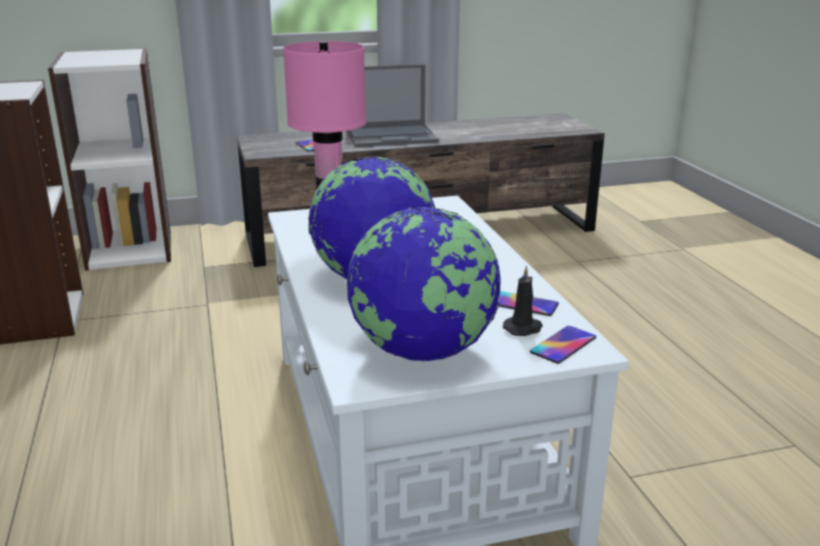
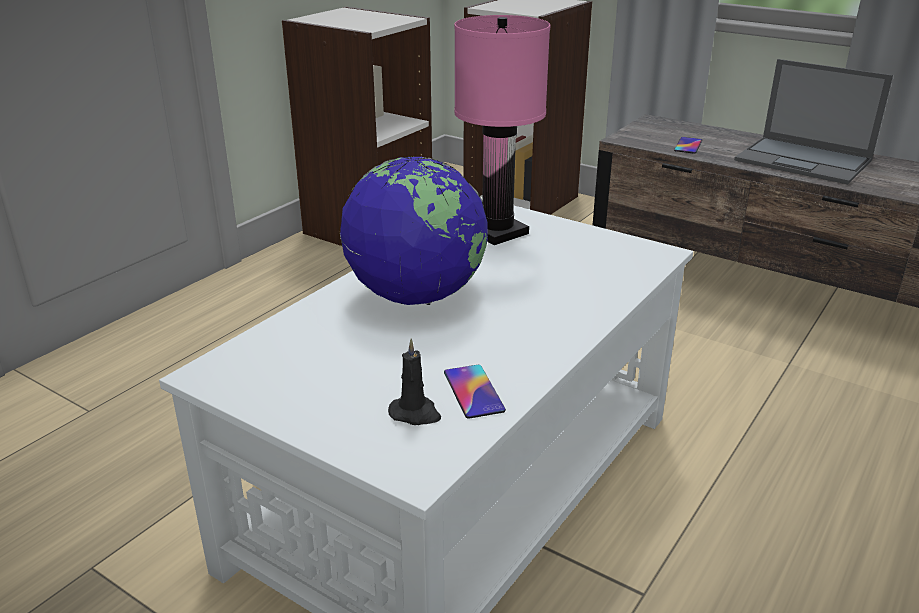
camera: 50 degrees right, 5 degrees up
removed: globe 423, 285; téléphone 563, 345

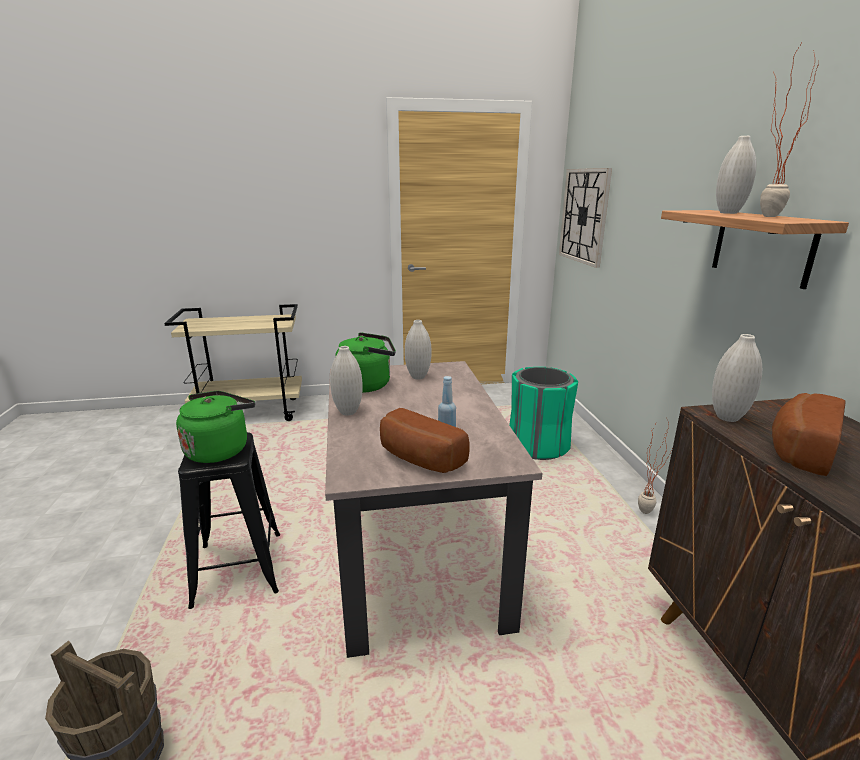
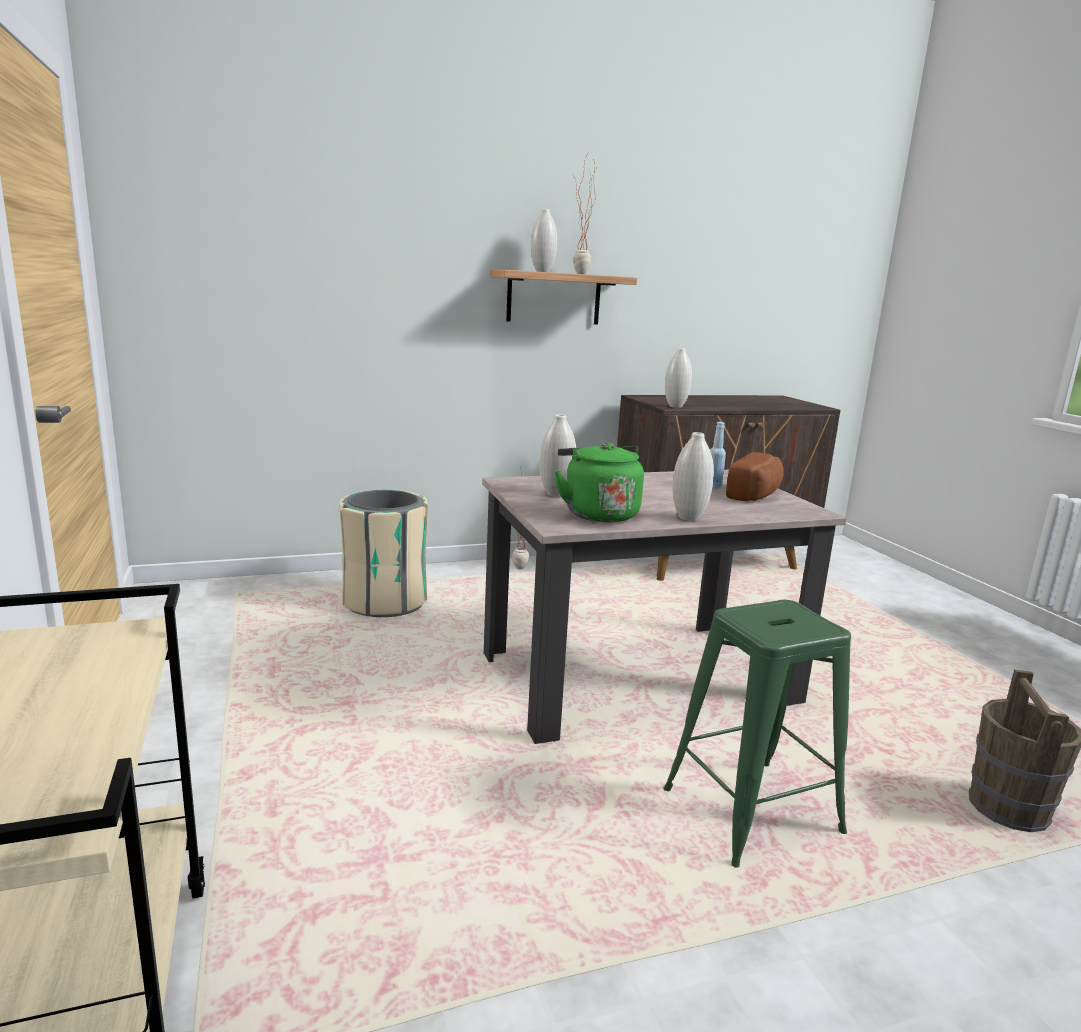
camera: 100 degrees left, 5 degrees down
removed: bouilloire [vert] 215, 427; horloge murale 585, 218; pain 808, 434
recoloured: tabouret [noir] 229, 520 to tabouret [vert] 757, 734; poubelle [vert] 543, 413 to poubelle [beige] 383, 553

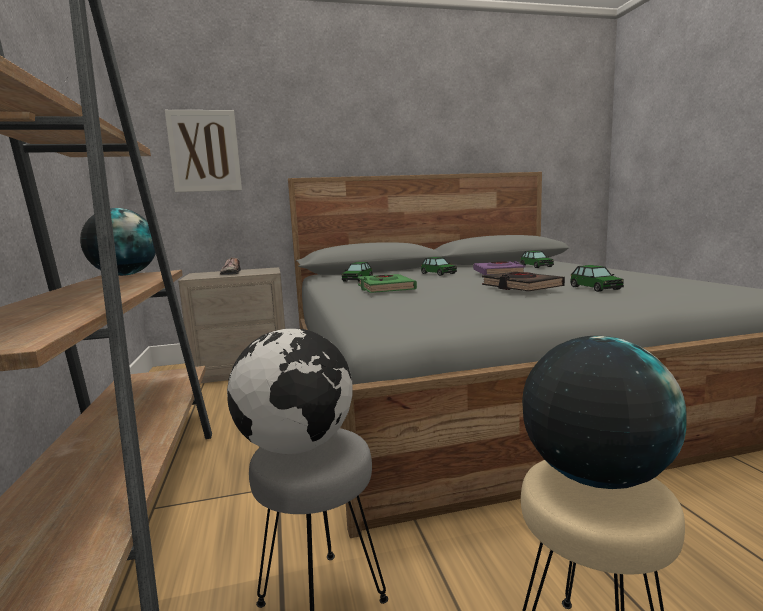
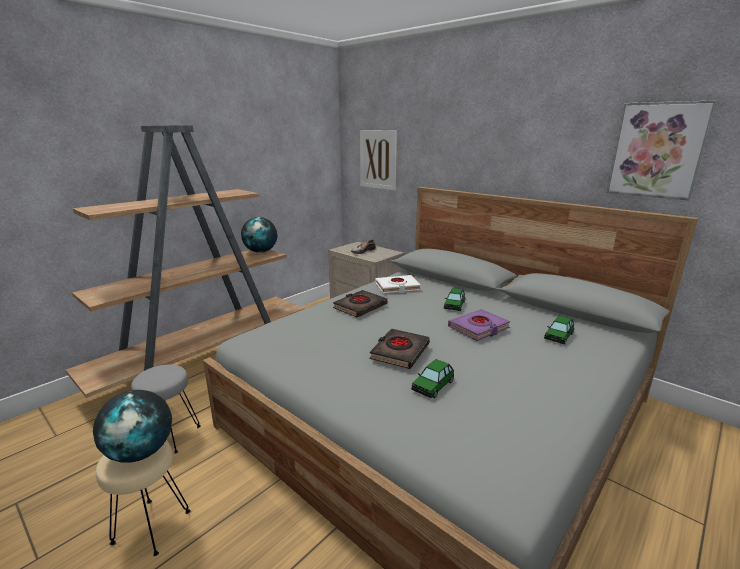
camera: 55 degrees right, 10 degrees up
removed: globe 290, 391
added: tableau 662, 150
replaced: petite voiture 357, 272 to livre [blanc] 398, 284
recoloured: livre [vert] 387, 283 to livre [noir] 360, 303

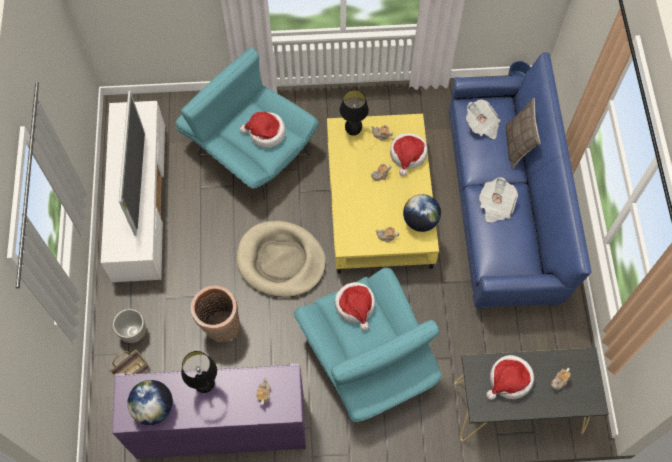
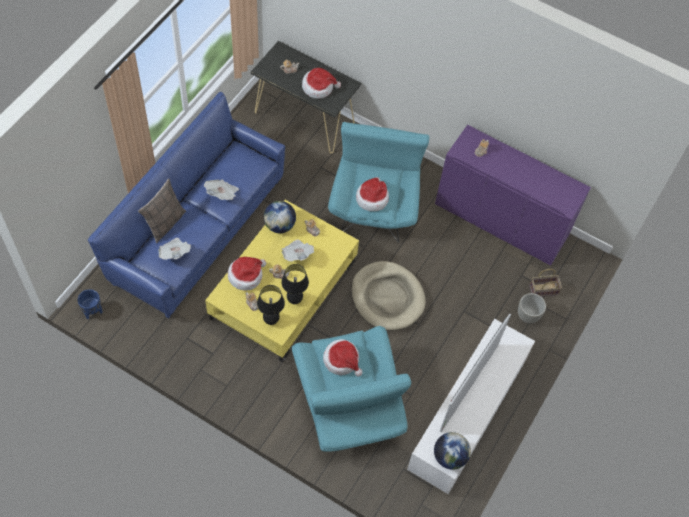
camera: 150 degrees left, 5 degrees down
removed: panier 215, 314
added: journal 298, 250
moved: globe 150, 402 to 452, 451; lampe de table [noir] 199, 372 to 295, 284

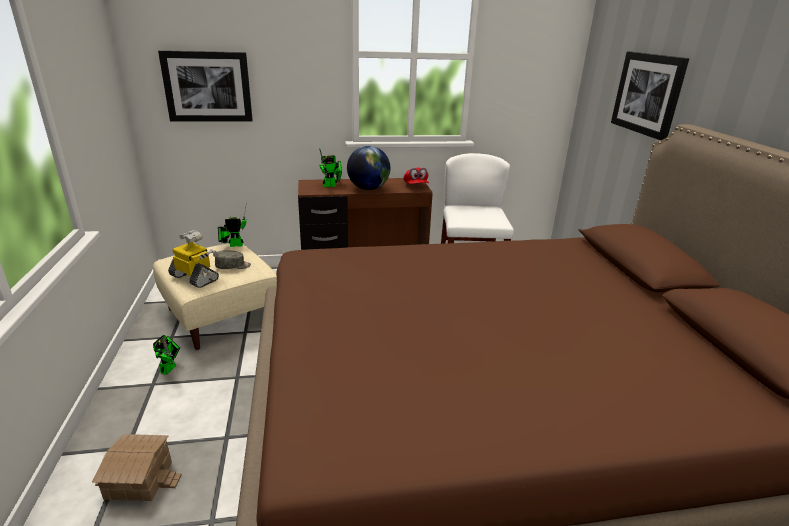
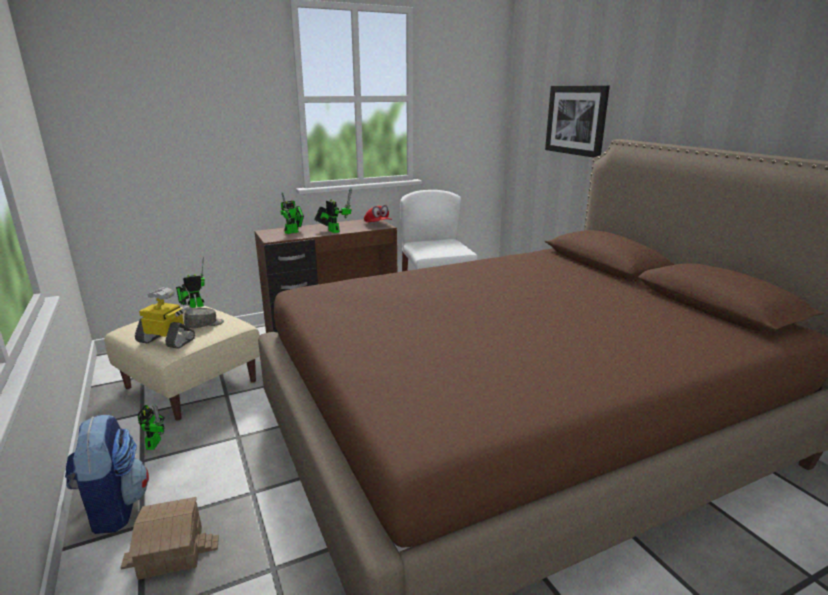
camera: 15 degrees left, 5 degrees down
removed: tableau 205, 86
added: sac à dos 107, 474
replaced: globe 368, 168 to robot jouet 333, 210

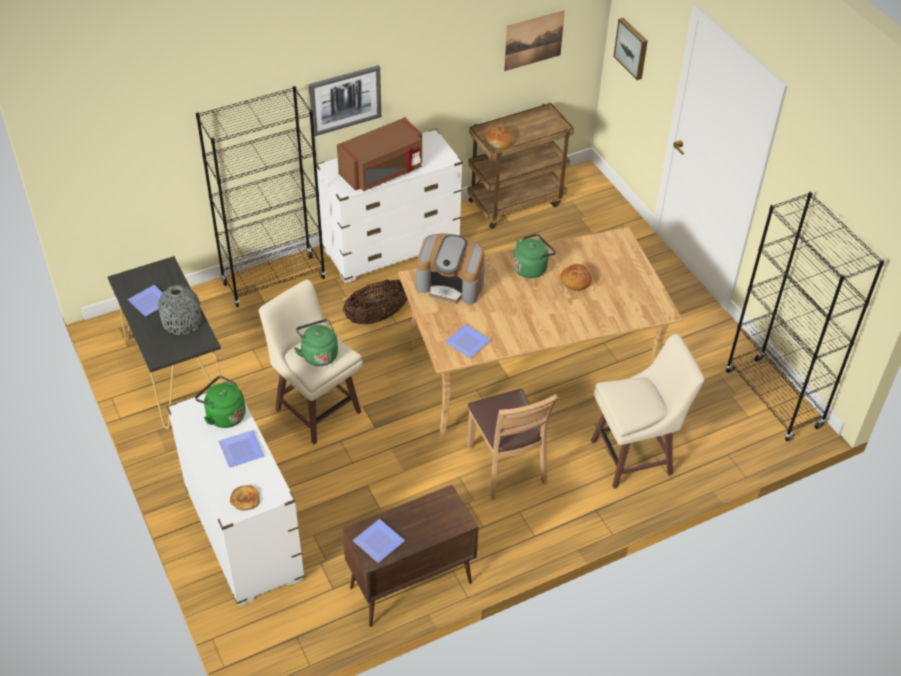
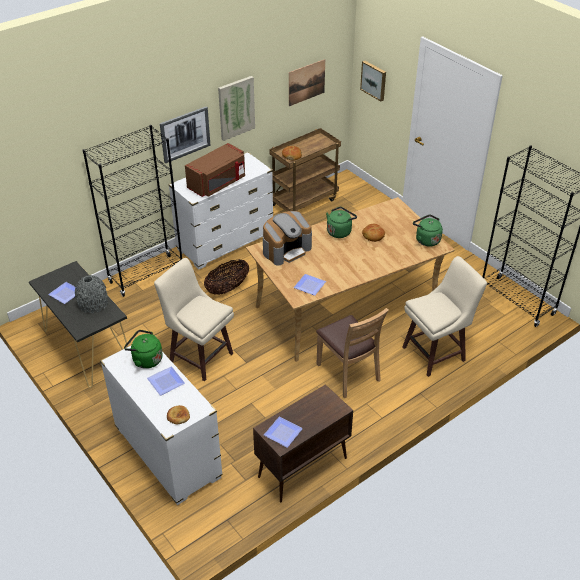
camera: 10 degrees left, 5 degrees down
added: tableau 236, 108
moved: bouilloire [vert] 316, 342 to 428, 231
turned: machine à café 450, 268 = 287, 238 45 degrees counterclockwise

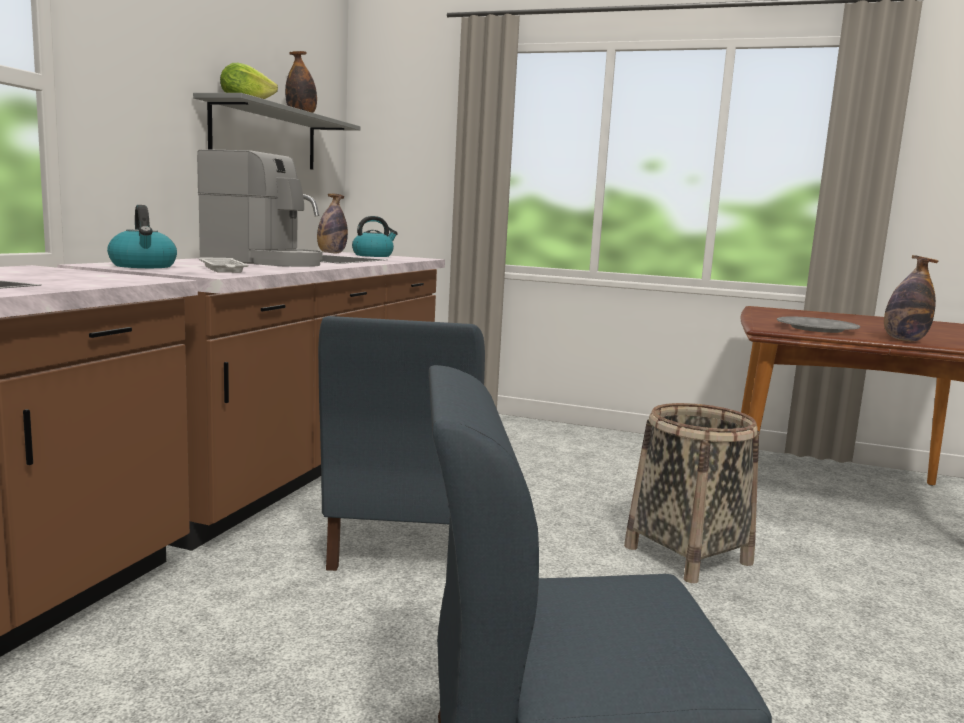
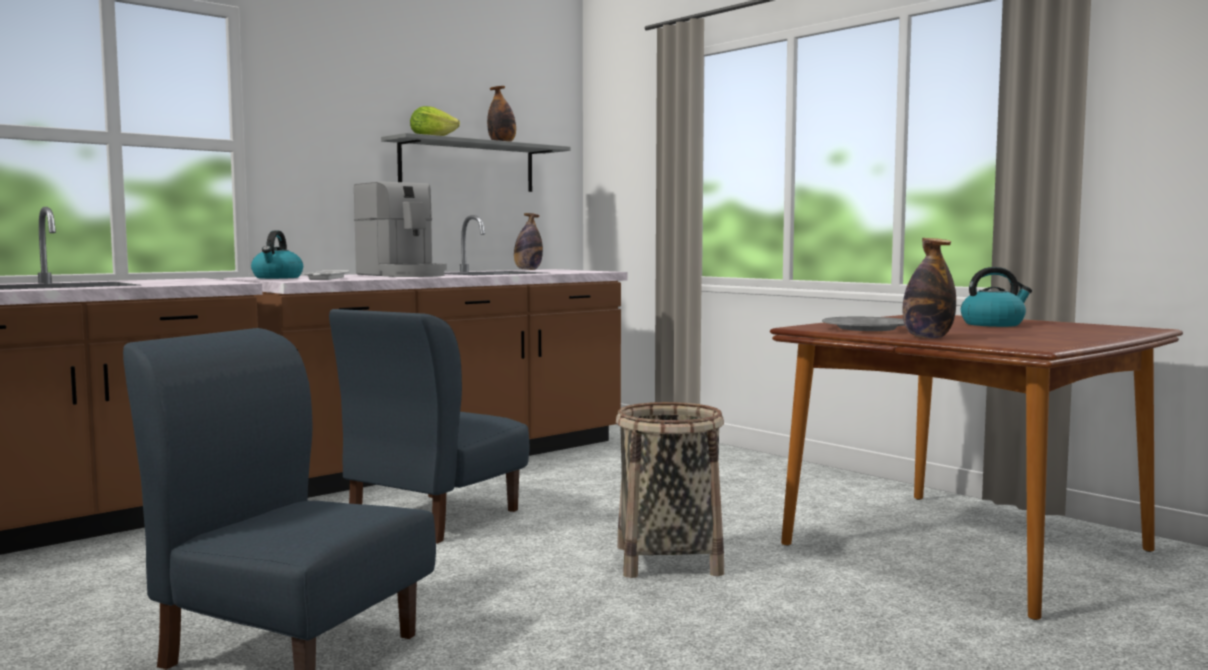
camera: 30 degrees right, 5 degrees down
moved: bouilloire 375, 236 to 996, 297

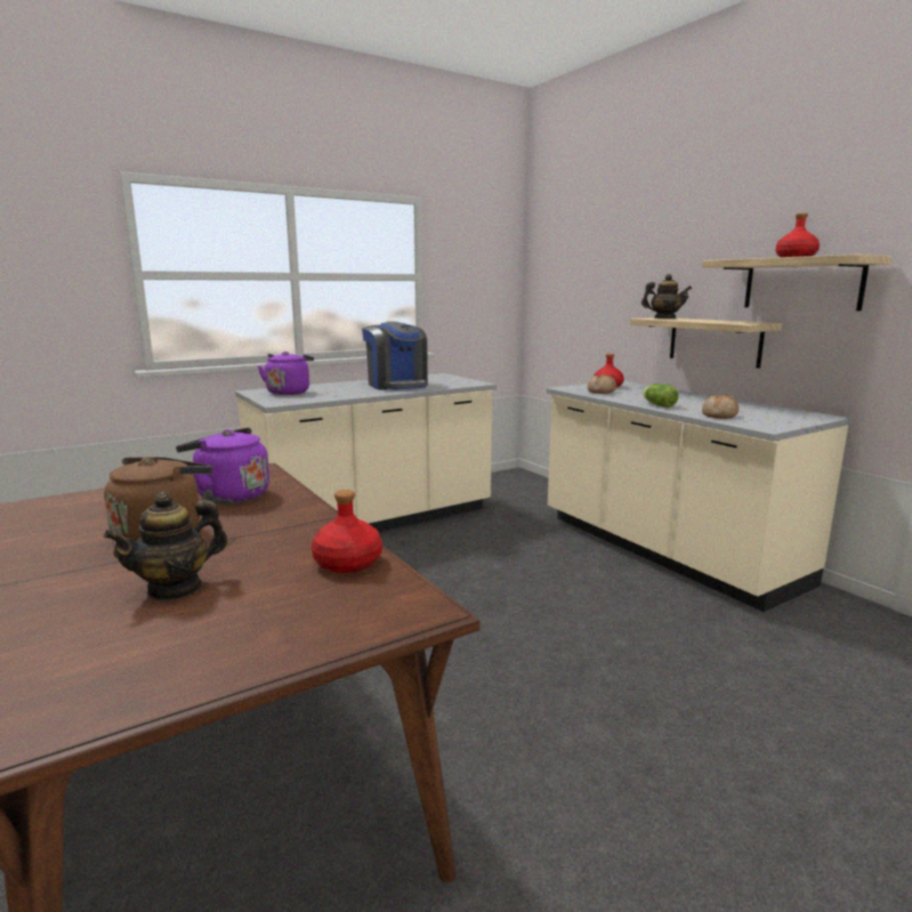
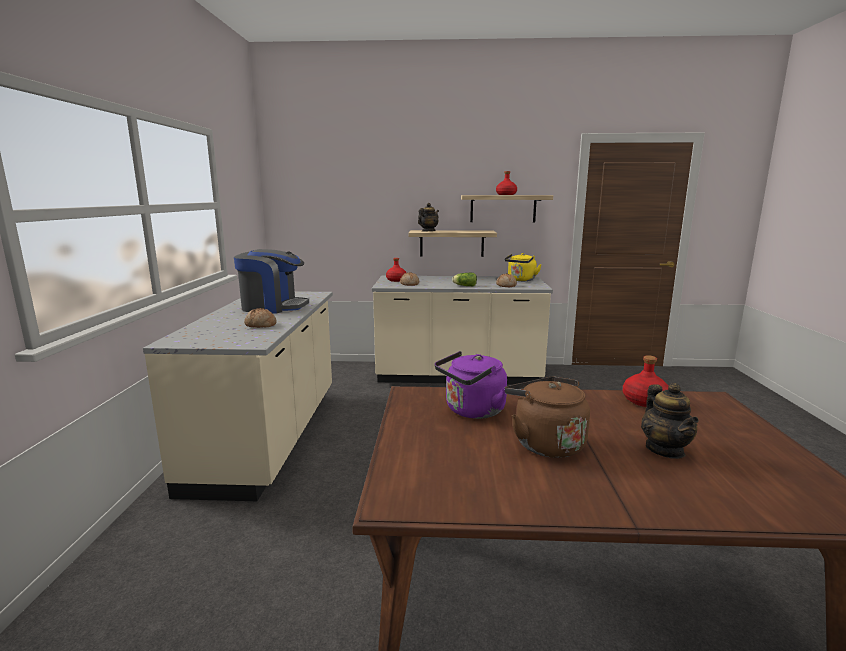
camera: 55 degrees left, 0 degrees up
removed: bouilloire [violet] 286, 373
added: pain 260, 318; bouilloire [jaune] 523, 267

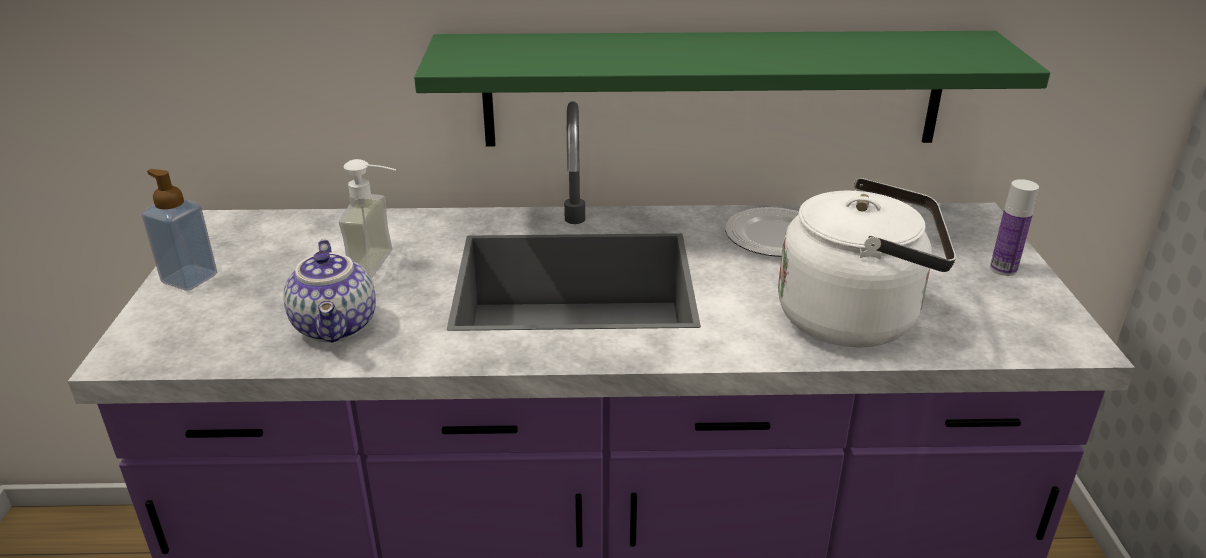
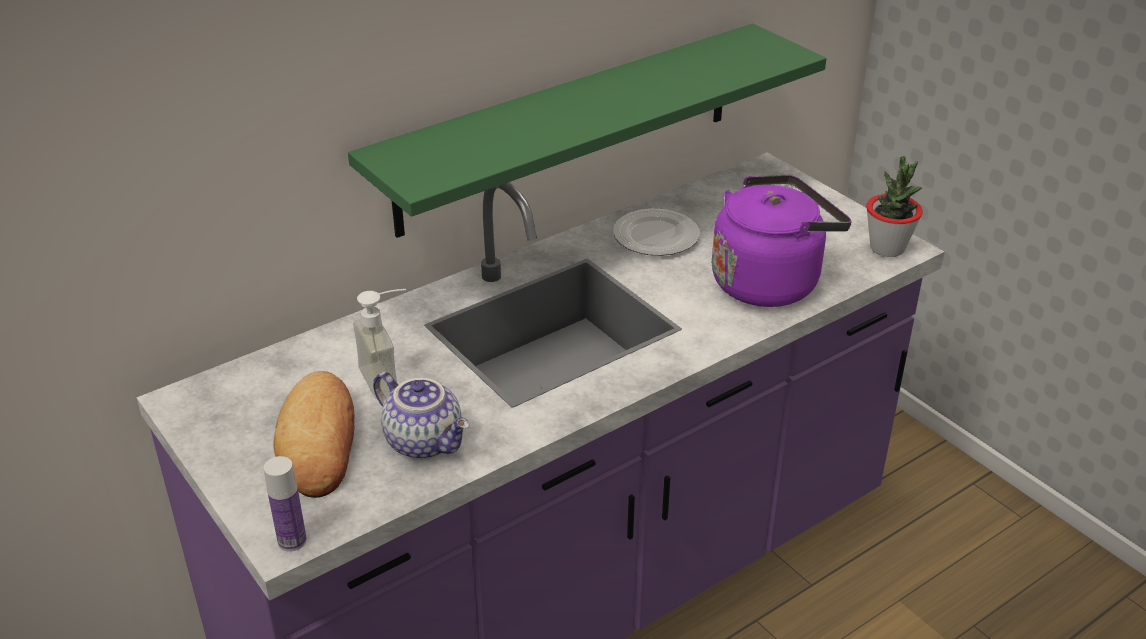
camera: 35 degrees left, 5 degrees up
removed: distributeur de savon 179, 230
added: pain 314, 434; plante en pot 894, 206
moved: bouteille 1014, 227 to 285, 504
recoloured: bouilloire [blanc] 867, 262 to bouilloire [violet] 781, 241

